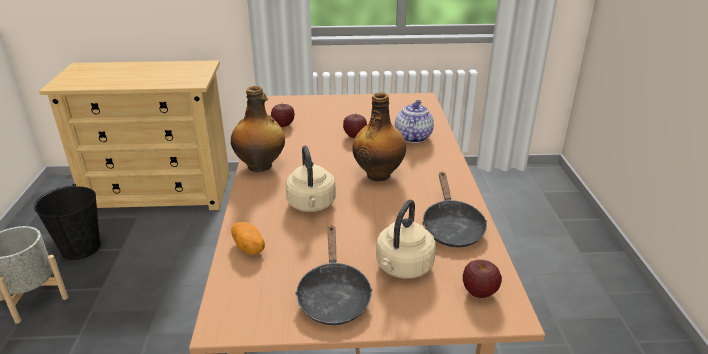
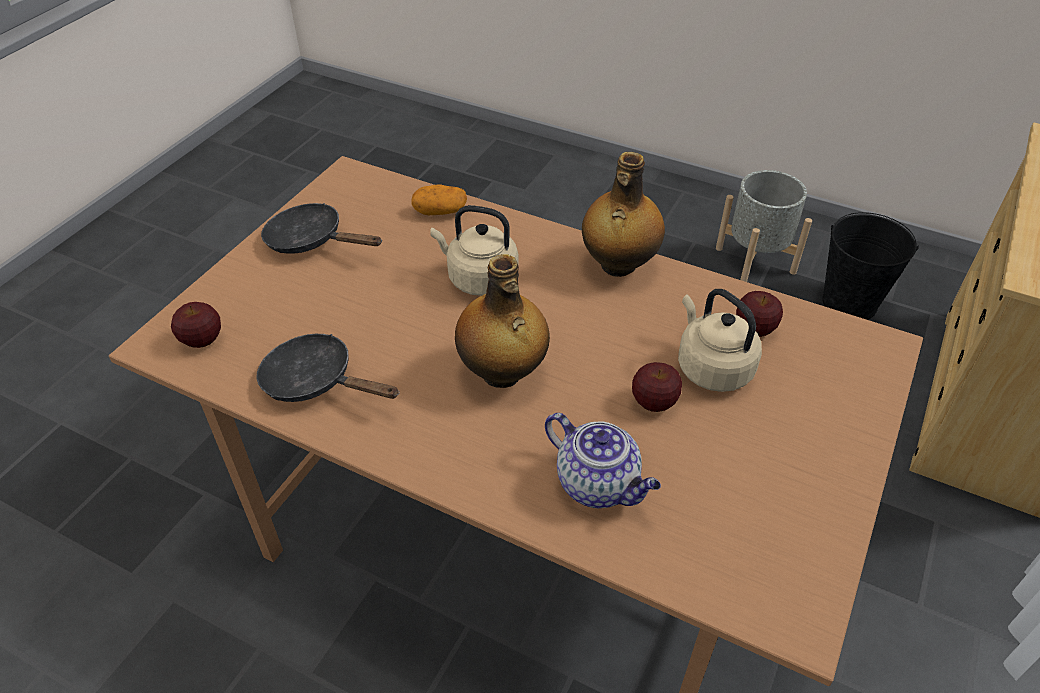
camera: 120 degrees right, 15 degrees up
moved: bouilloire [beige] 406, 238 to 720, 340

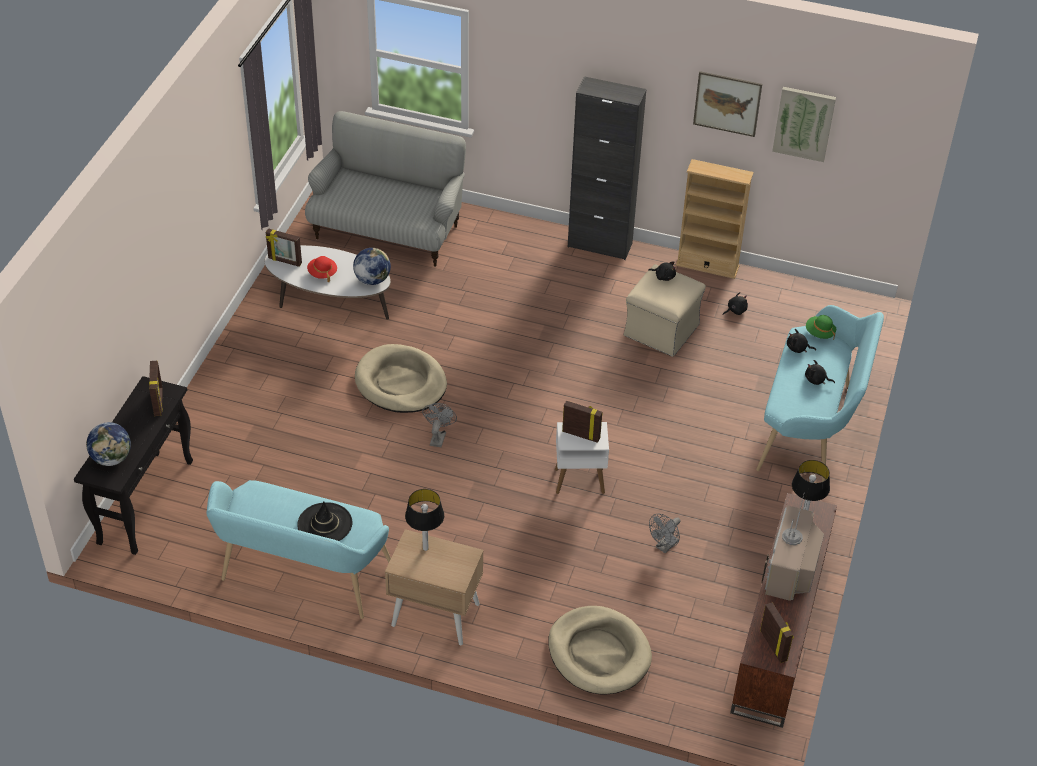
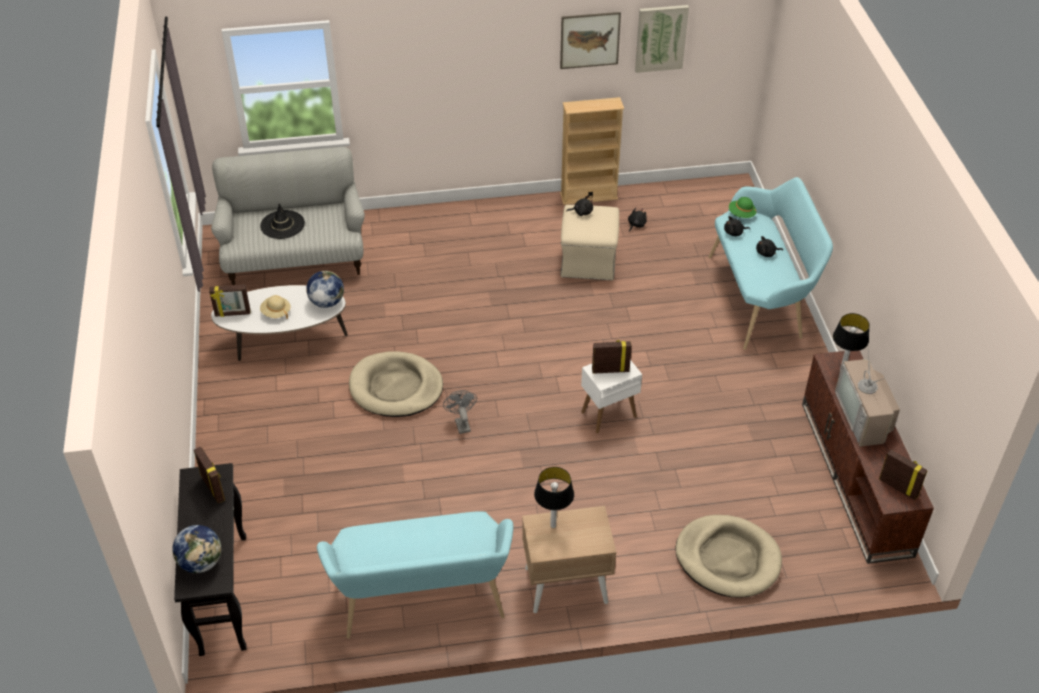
camera: 25 degrees left, 0 degrees up
removed: meuble de rangement [noir] 607, 168; ventilateur [gris] 665, 534
moved: chapeau [noir] 324, 521 to 282, 221
recoloured: chapeau [rouge] 322, 269 to chapeau [beige] 275, 307

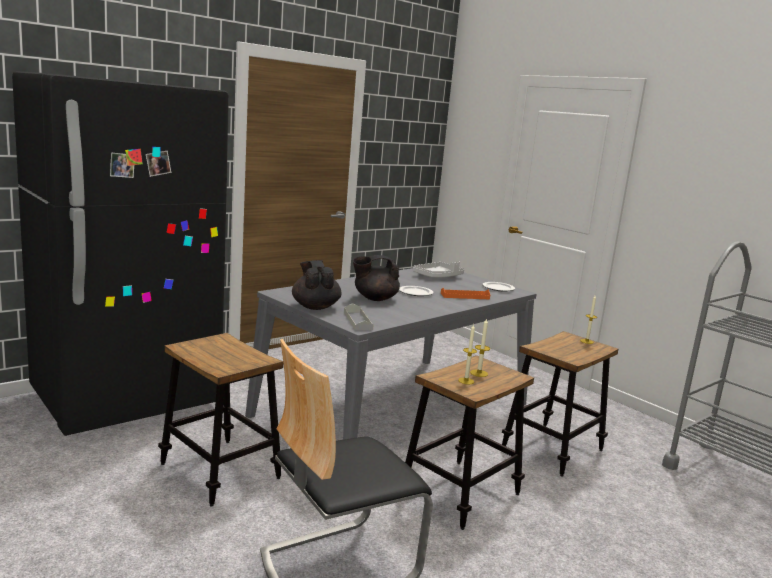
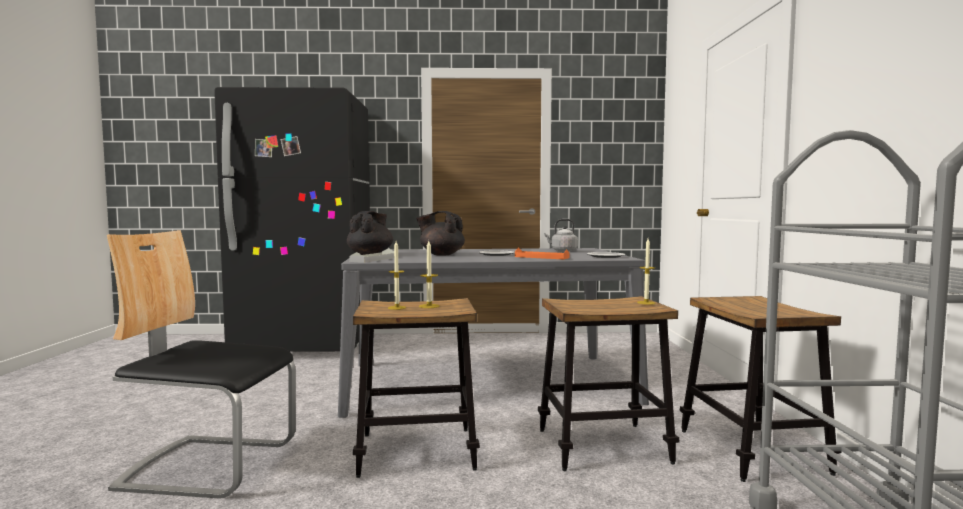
camera: 40 degrees right, 10 degrees down
moved: tabouret 220, 420 to 761, 389
replaced: plateau [gris] 438, 269 to bouilloire [gris] 561, 235

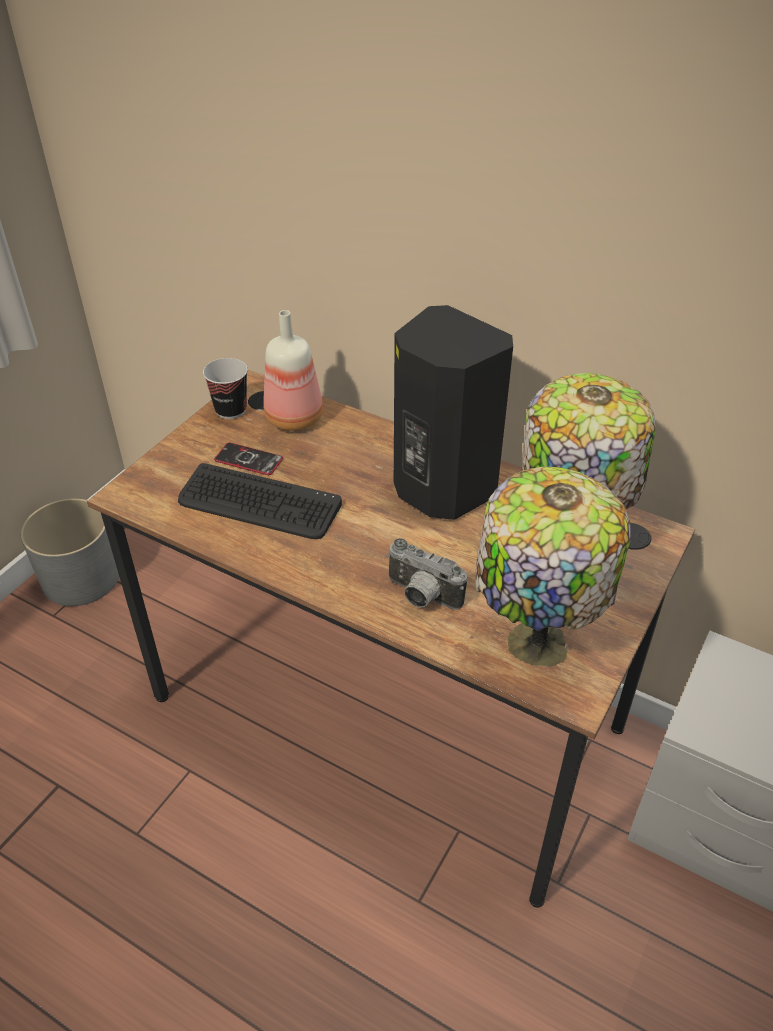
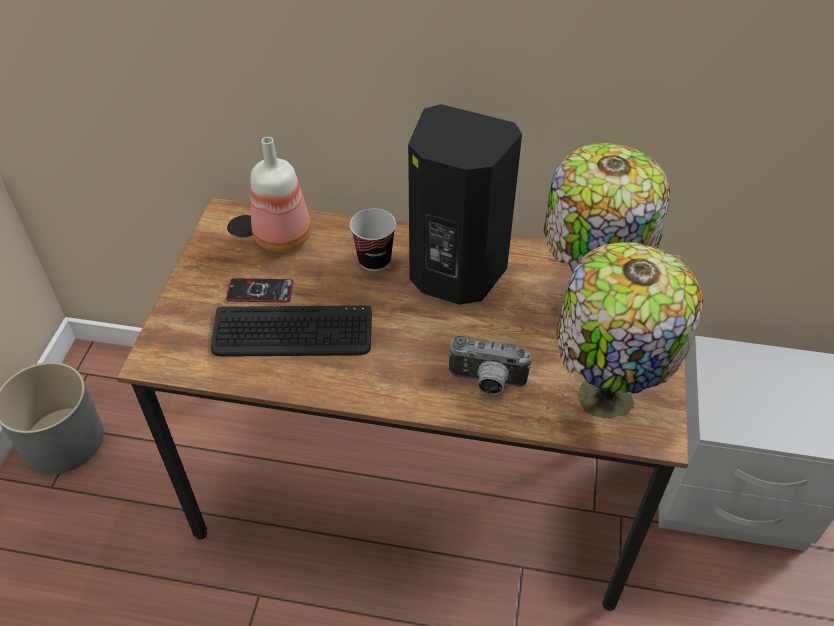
camera: 20 degrees left, 5 degrees up
moved: tasse 225, 388 to 373, 240

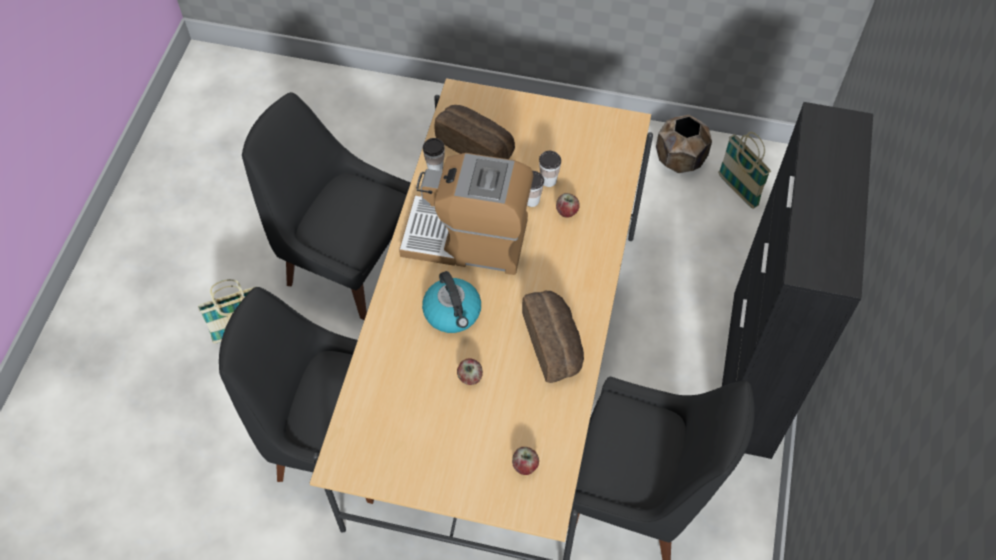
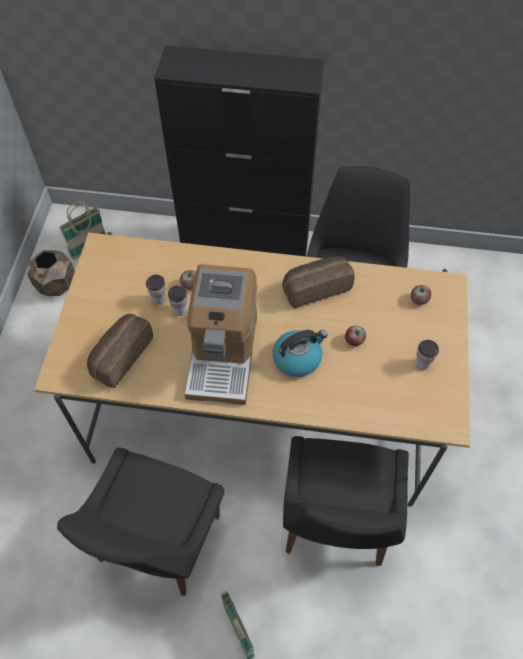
camera: 95 degrees left, 0 degrees up
moved: tasse 434, 154 to 427, 355

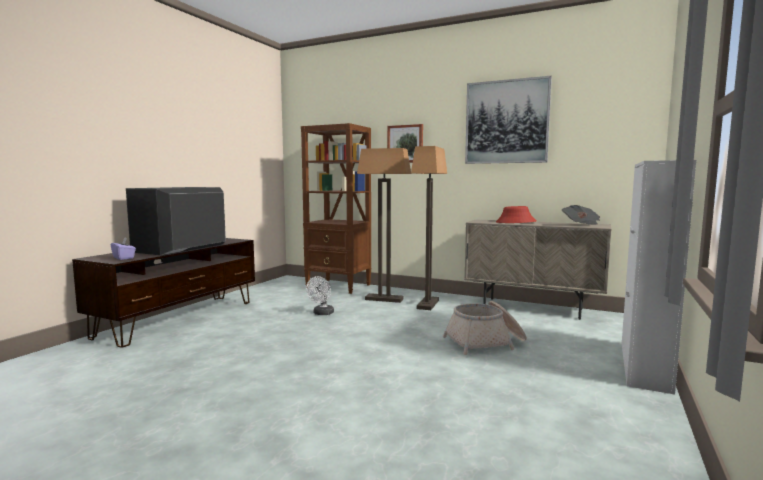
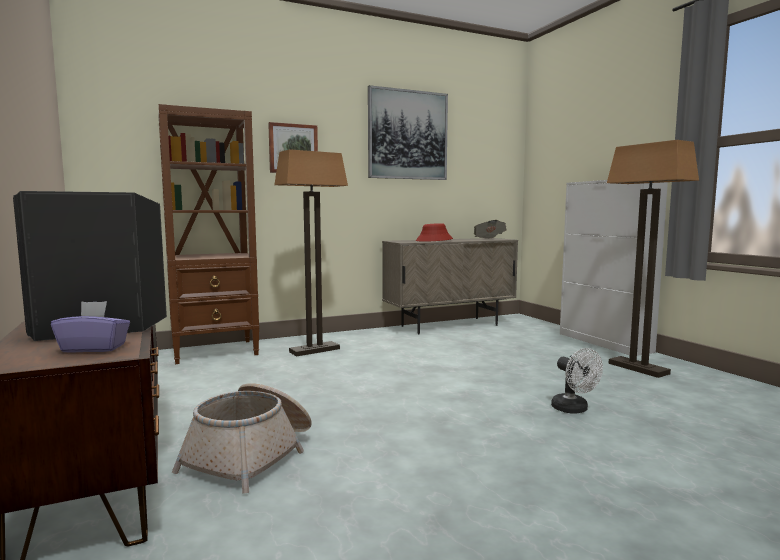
camera: 50 degrees left, 0 degrees up
moved: ventilateur [blanc] 320, 295 to 577, 381; lampadaire 429, 228 to 653, 259; panier 485, 328 to 242, 438

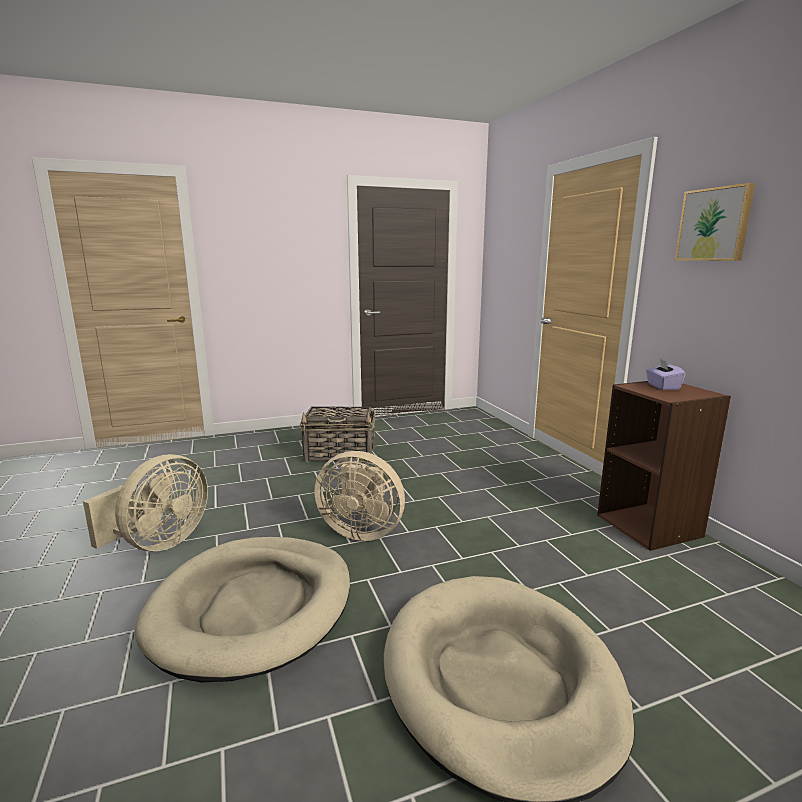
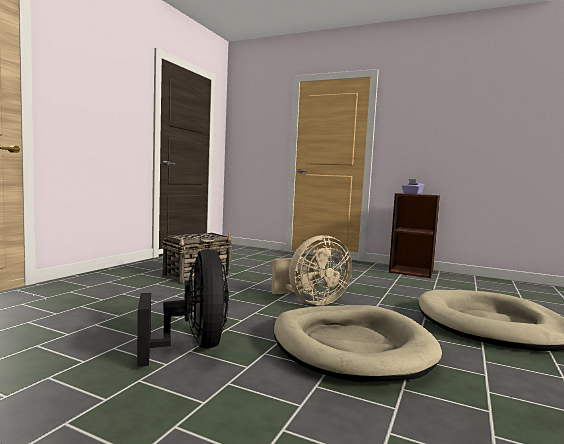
camera: 45 degrees left, 10 degrees down
removed: tableau 715, 222
recoloured: ventilateur [beige] 145, 502 to ventilateur [noir] 183, 308

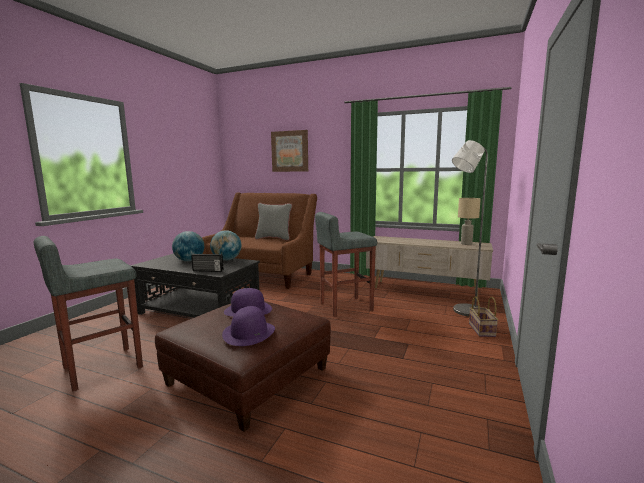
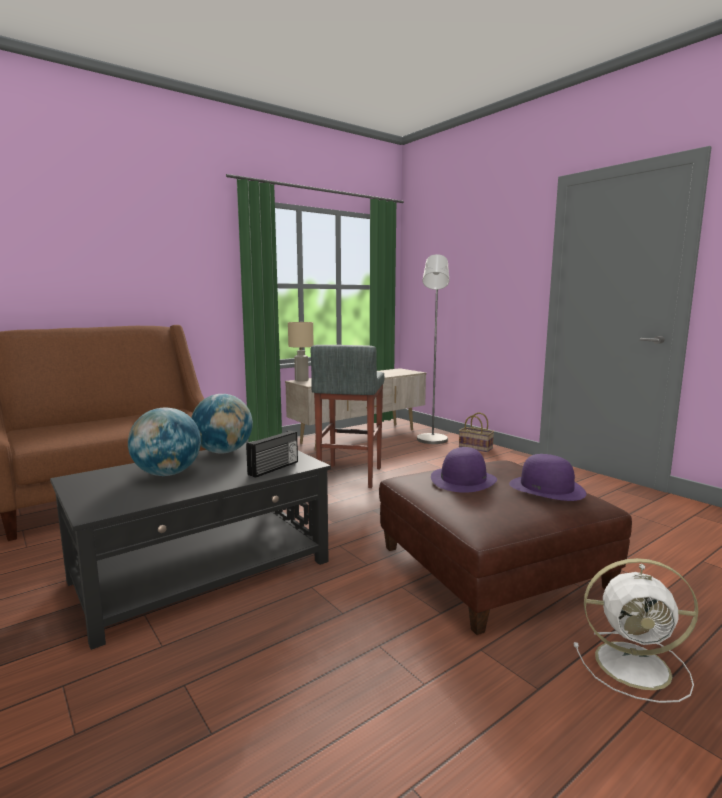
camera: 60 degrees left, 0 degrees up
removed: tabouret [gris] 88, 313; coussin [gris] 273, 221; tableau 289, 151
added: ventilateur [blanc] 636, 630
moved: lampe de table [beige] 469, 221 to 301, 351

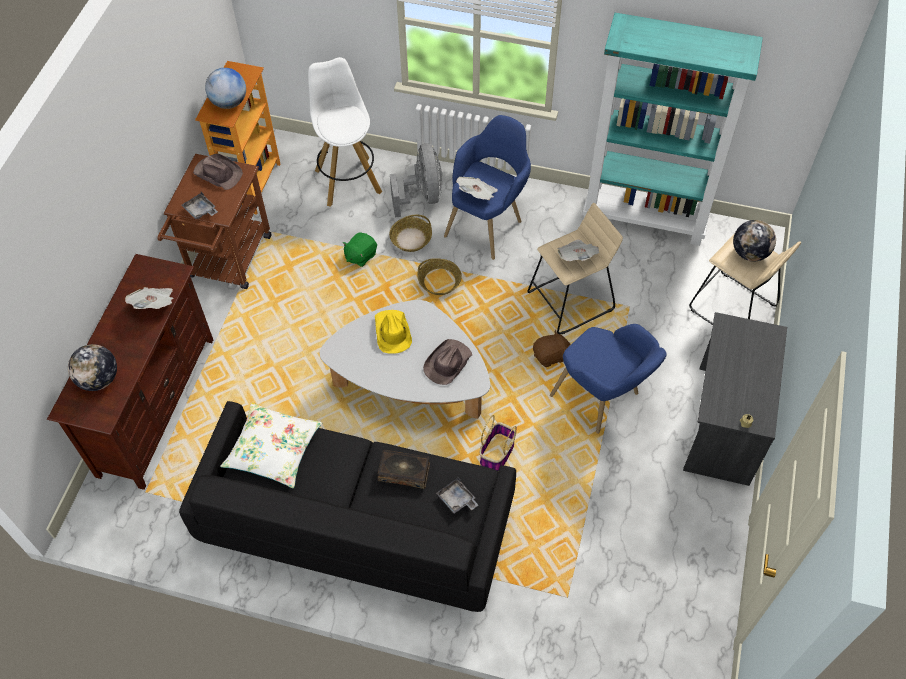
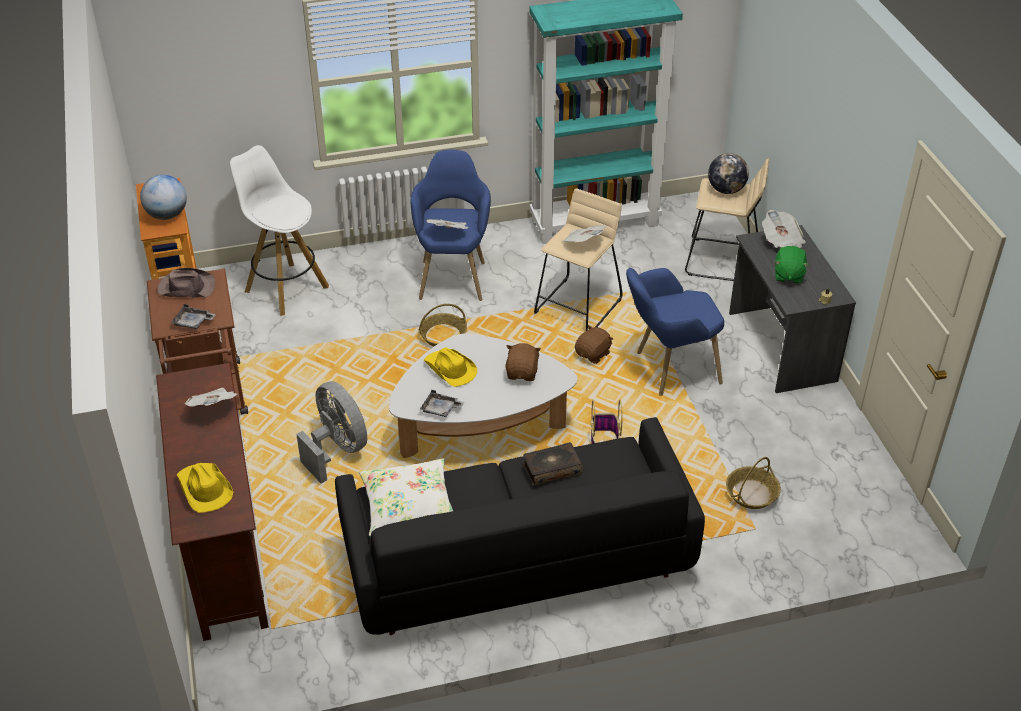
camera: 30 degrees left, 15 degrees down
added: journal 783, 229
moved: peluche [vert] 360, 249 to 792, 265; panier 410, 233 to 753, 483; ventilateur [gris] 416, 180 to 331, 432; plateau [gris] 457, 495 to 442, 403
replaced: globe 92, 367 to chapeau [jaune] 204, 488; chapeau [marron] 447, 362 to peluche [marron] 523, 362
turned: fauteuil [bleu] 608, 379 = 675, 332 150 degrees clockwise

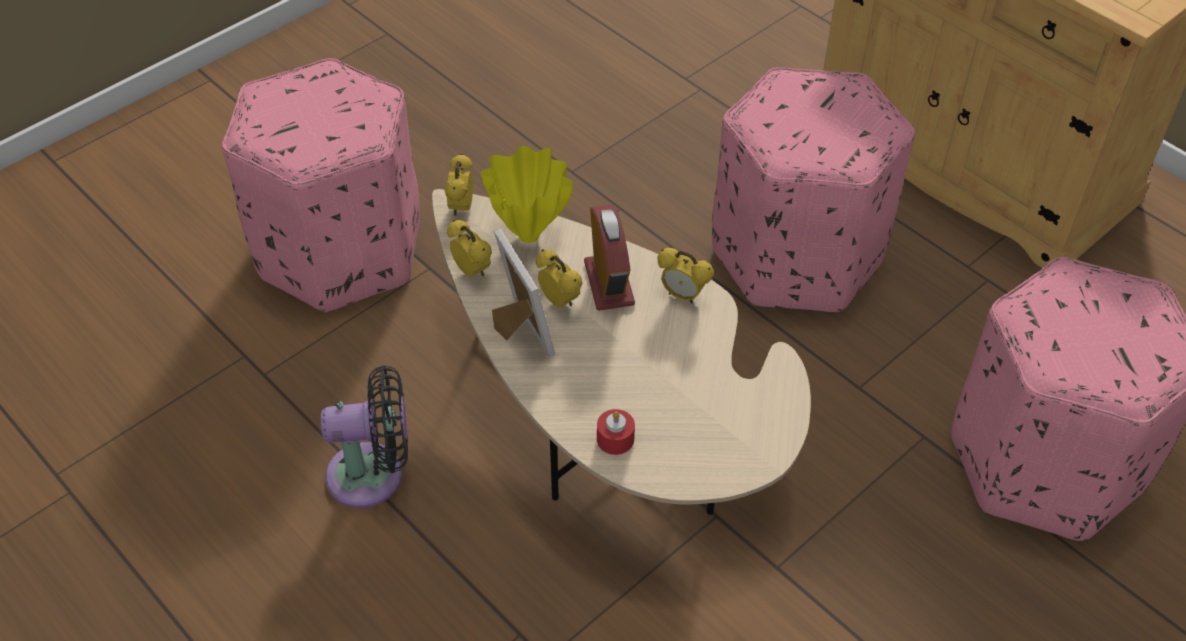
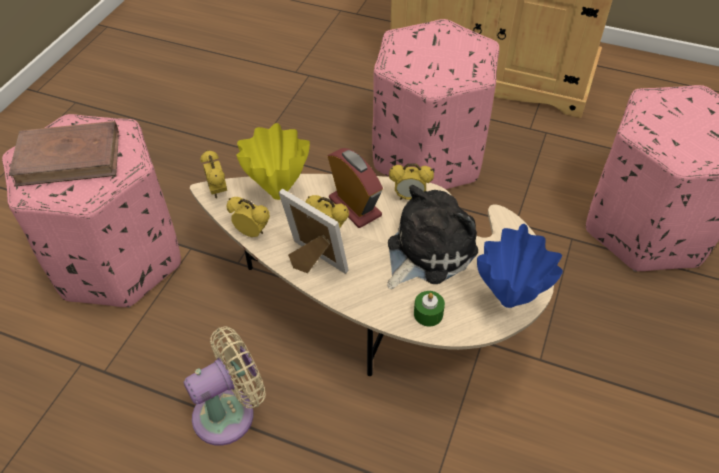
camera: 25 degrees left, 0 degrees up
added: livre [marron] 64, 154; peluche 432, 237; vase [bleu] 520, 266
recoloured: ventilateur [noir] 364, 436 to ventilateur [beige] 225, 386; bougie [rouge] 616, 432 to bougie [vert] 429, 309

